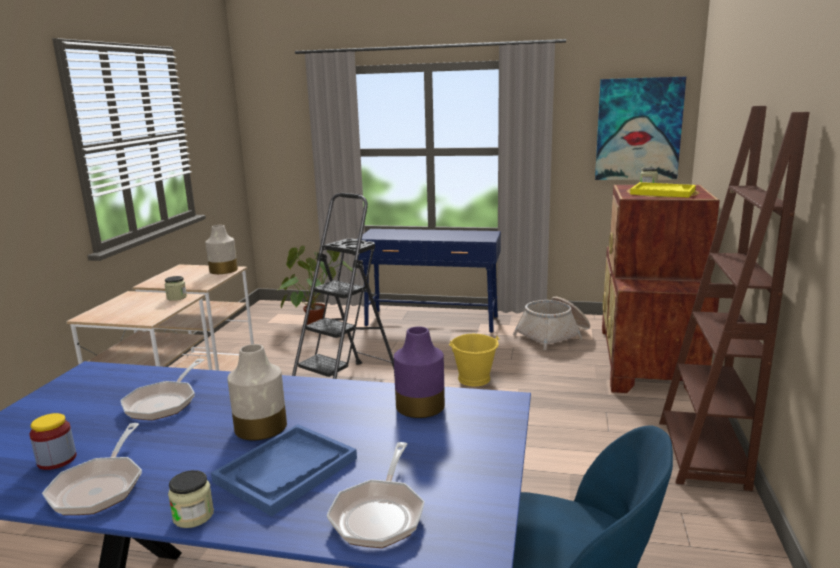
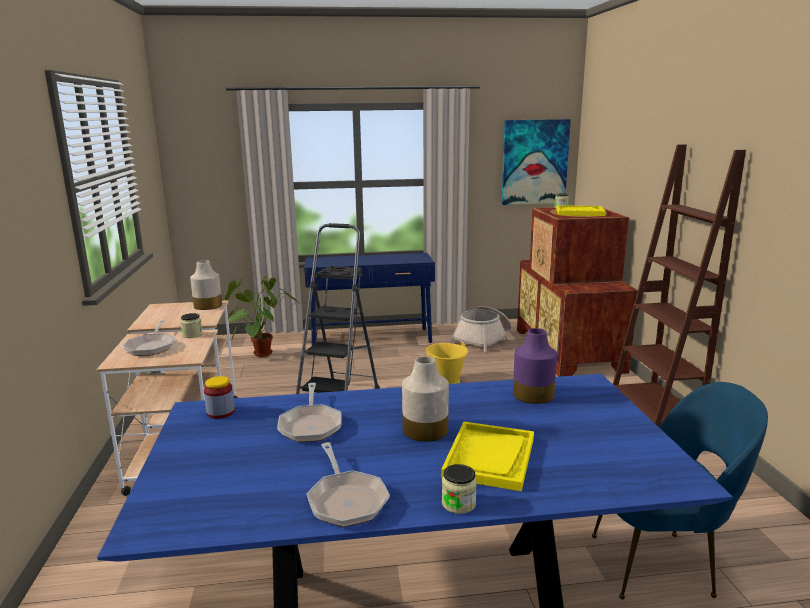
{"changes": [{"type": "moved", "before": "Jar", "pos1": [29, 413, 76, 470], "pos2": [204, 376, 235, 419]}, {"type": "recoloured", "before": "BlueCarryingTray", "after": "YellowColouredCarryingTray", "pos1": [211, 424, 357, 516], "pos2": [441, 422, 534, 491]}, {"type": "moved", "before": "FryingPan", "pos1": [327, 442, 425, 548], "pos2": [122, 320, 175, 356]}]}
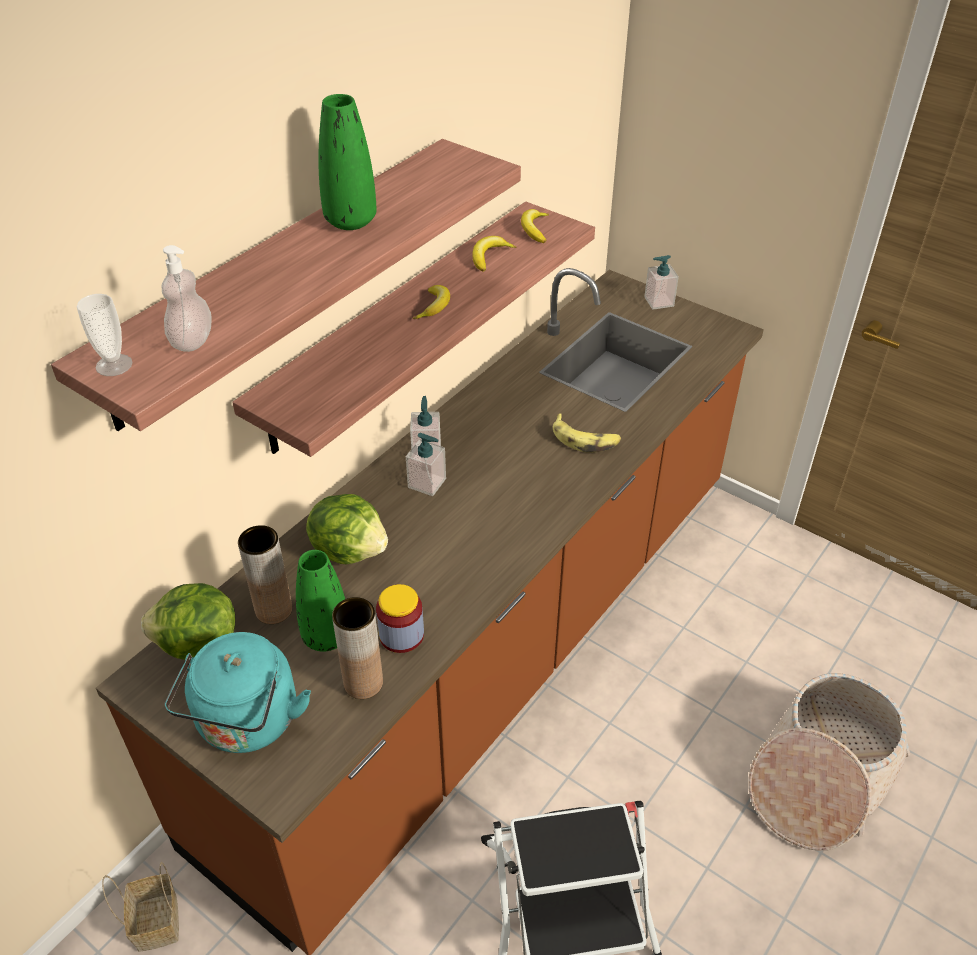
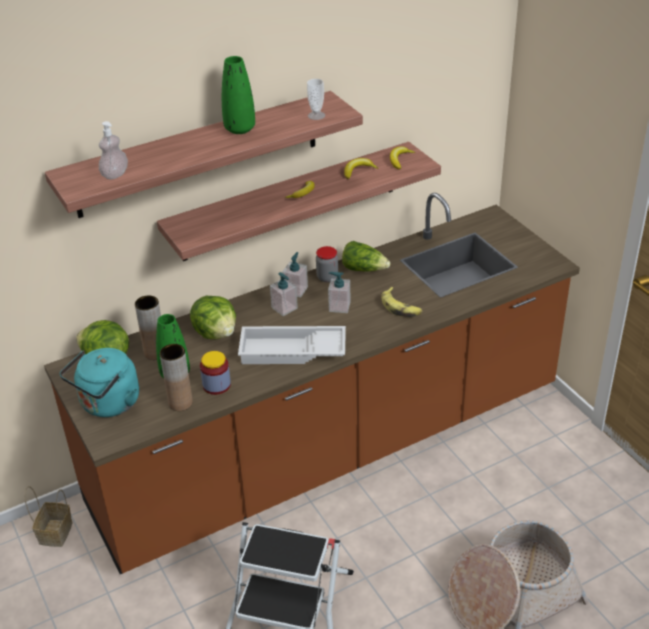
{"changes": [{"type": "moved", "before": "SoapBottle", "pos1": [644, 255, 679, 310], "pos2": [328, 272, 351, 313]}, {"type": "moved", "before": "SmallCup", "pos1": [77, 294, 132, 376], "pos2": [307, 79, 325, 120]}, {"type": "added", "after": "Lettuce", "pos2": [342, 241, 390, 272]}, {"type": "added", "after": "Jar", "pos2": [316, 246, 338, 282]}, {"type": "added", "after": "WhitishCarryingTray", "pos2": [238, 326, 346, 364]}]}
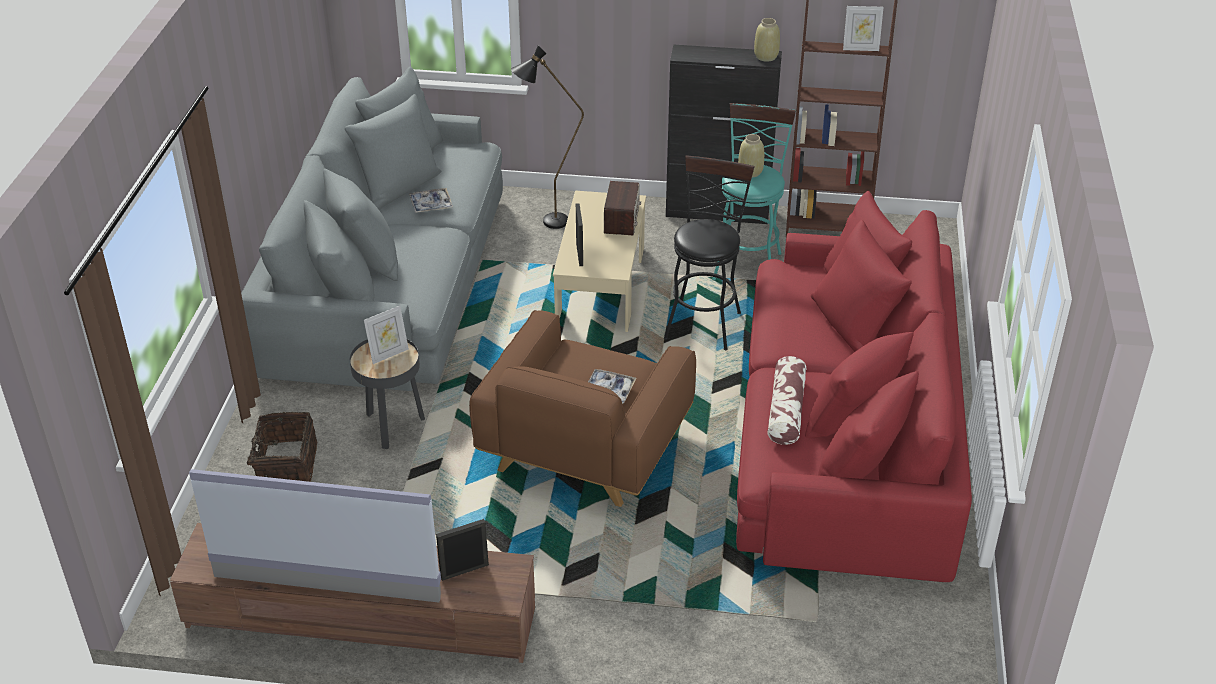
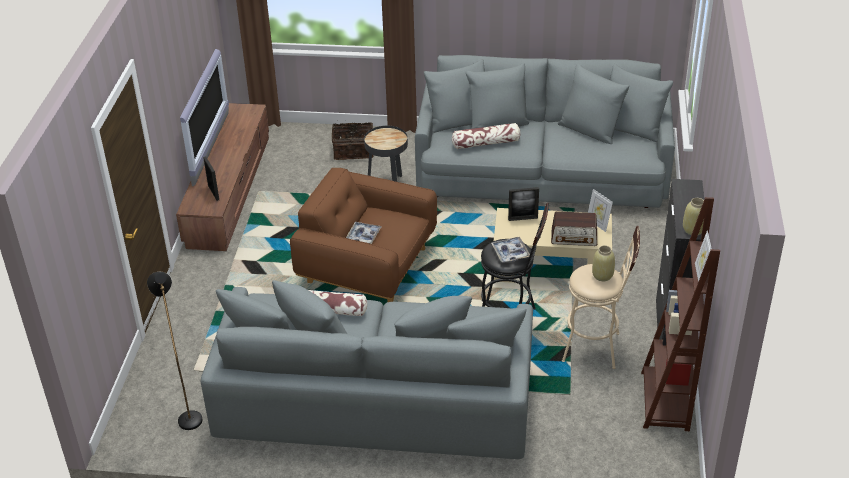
{"changes": [{"type": "moved", "before": "BlackishStandardLamp", "pos1": [511, 46, 584, 229], "pos2": [147, 272, 202, 430]}, {"type": "recoloured", "before": "TurquoiseColouredSittingStool", "after": "SandColouredSittingStool", "pos1": [712, 103, 796, 280], "pos2": [562, 226, 640, 369]}, {"type": "moved", "before": "CarryingTray", "pos1": [409, 188, 453, 213], "pos2": [491, 237, 530, 262]}, {"type": "recoloured", "before": "ReddishSofa", "after": "GreyishSofa", "pos1": [736, 190, 972, 582], "pos2": [201, 280, 533, 459]}, {"type": "moved", "before": "PhotoFrame", "pos1": [364, 306, 409, 364], "pos2": [588, 189, 613, 232]}, {"type": "added", "after": "Pillow", "pos2": [452, 123, 521, 149]}]}
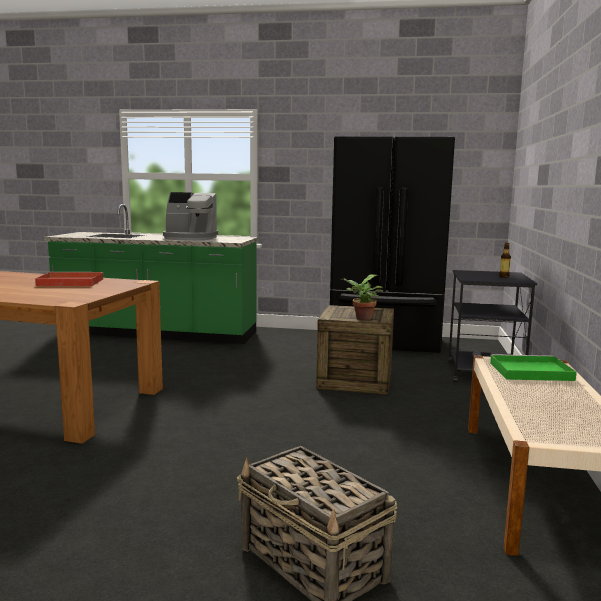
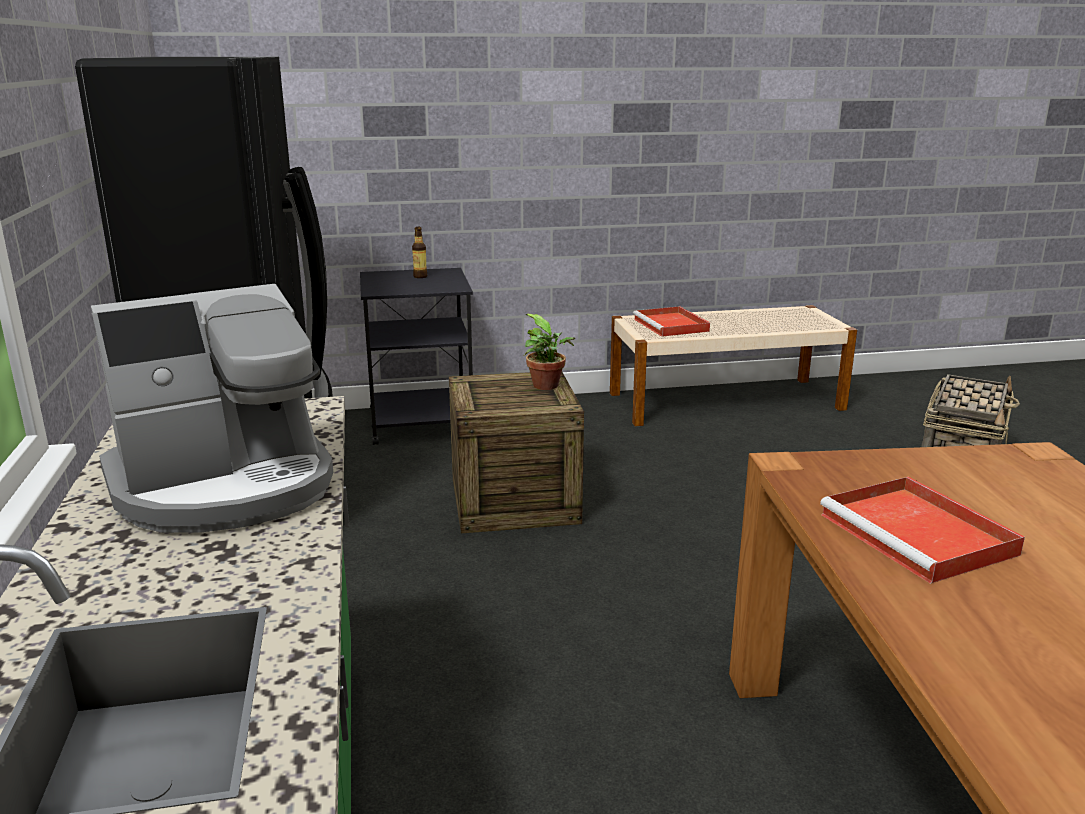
{"changes": [{"type": "turned", "before": "CoffeeMachine", "pos1": [163, 192, 218, 241], "pos2": [91, 284, 333, 533], "turn": 75}, {"type": "recoloured", "before": "GreenCarryingTray", "after": "ReddishCarryingTray", "pos1": [490, 354, 577, 381], "pos2": [633, 306, 710, 337]}]}
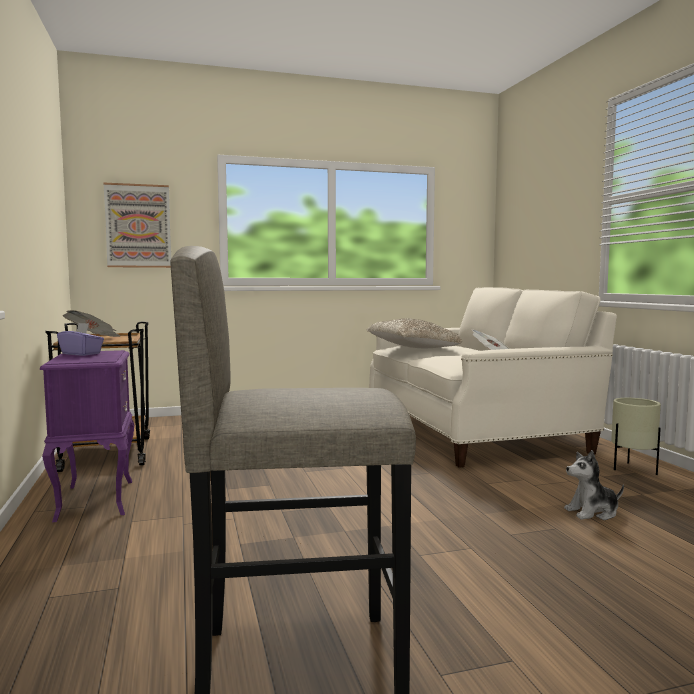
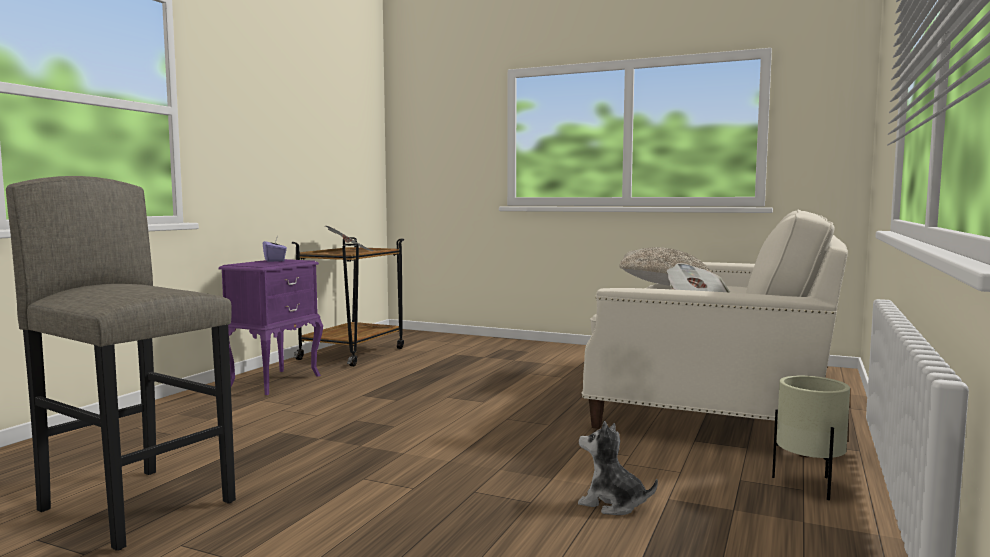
{"changes": [{"type": "removed", "before": "Picture", "pos1": [104, 183, 171, 268]}]}
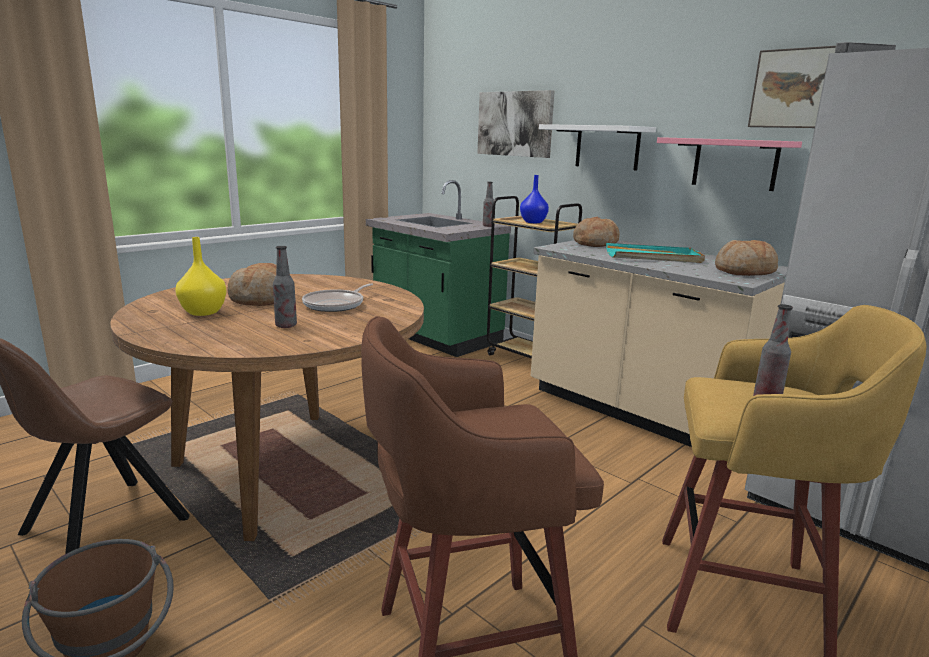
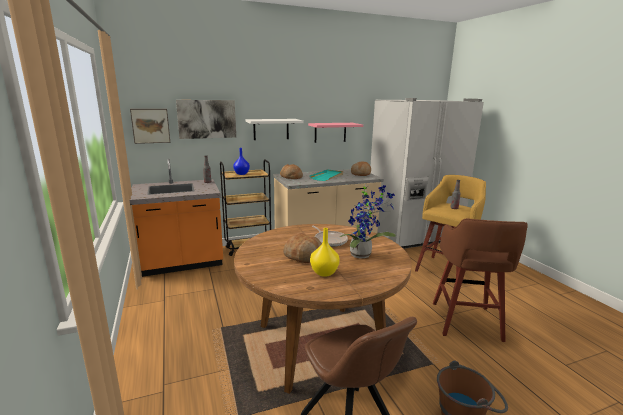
{"changes": [{"type": "moved", "before": "Picture", "pos1": [748, 46, 836, 128], "pos2": [130, 109, 170, 144]}, {"type": "recoloured", "before": "GreenKitchenCounter", "after": "OrangeyKitchenCounter", "pos1": [366, 180, 511, 357], "pos2": [130, 159, 223, 277]}, {"type": "replaced", "before": "DrinkBottle", "after": "PottedPlant", "pos1": [273, 246, 297, 328], "pos2": [339, 185, 396, 258]}]}
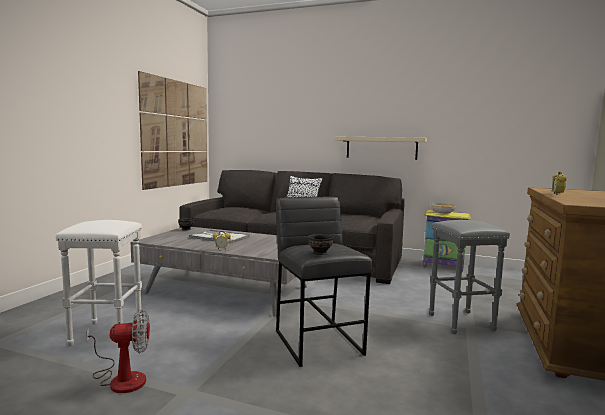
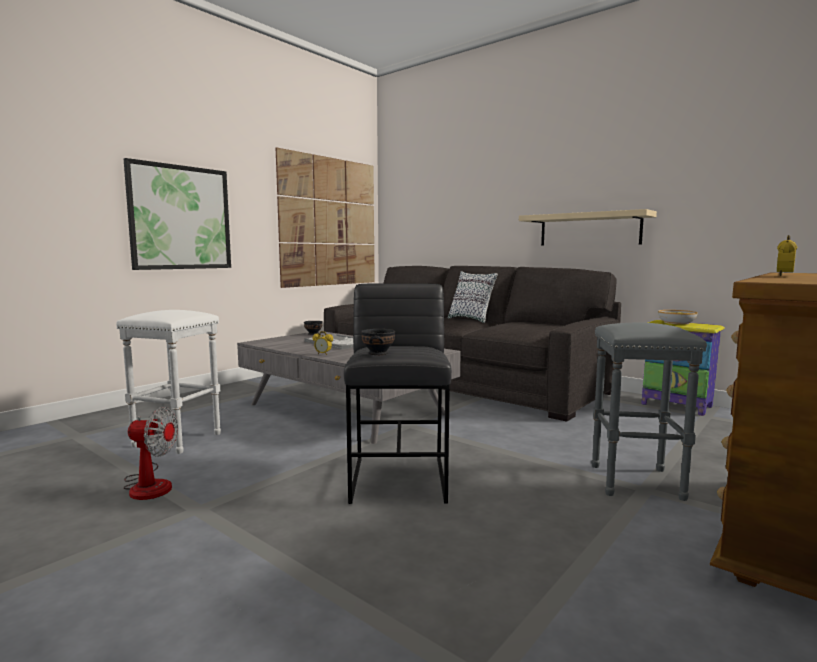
{"changes": [{"type": "added", "after": "Picture", "pos2": [124, 158, 231, 270]}]}
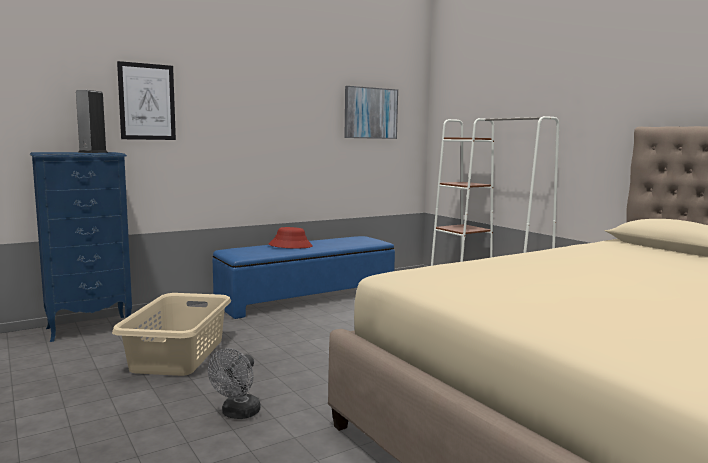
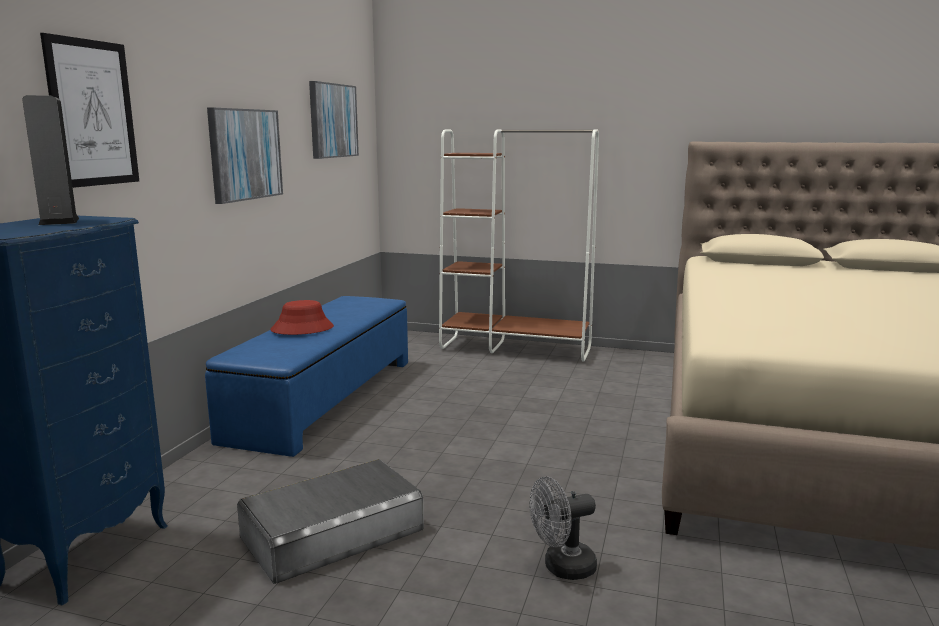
{"changes": [{"type": "replaced", "before": "SandColouredWashingBasket", "after": "GreyishStorageBin", "pos1": [112, 293, 231, 376], "pos2": [237, 459, 424, 584]}, {"type": "turned", "before": "GreyishFan", "pos1": [208, 348, 260, 419], "pos2": [529, 476, 597, 580], "turn": 90}, {"type": "added", "after": "Picture", "pos2": [207, 108, 283, 204]}]}
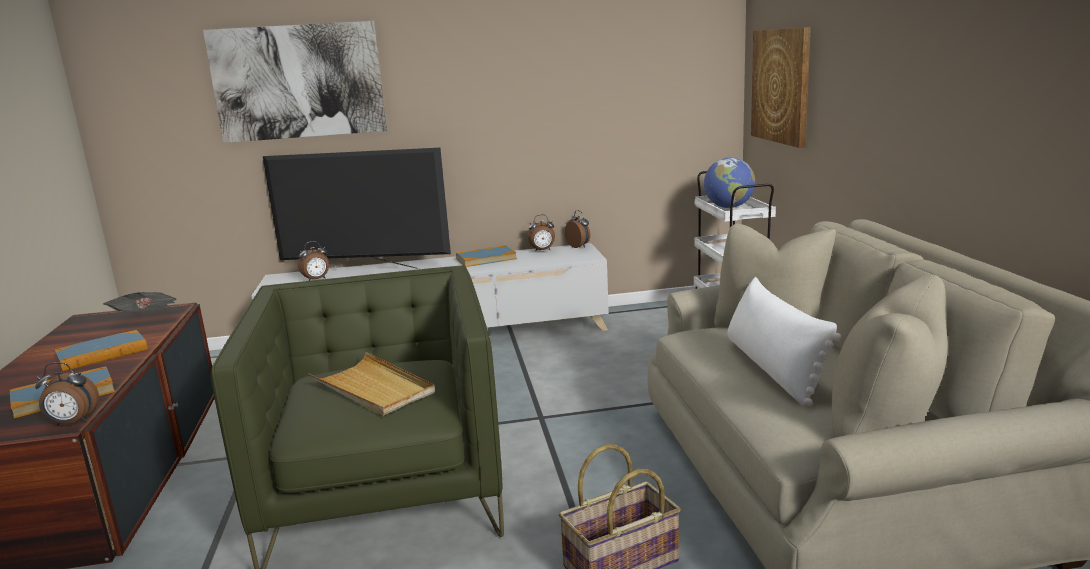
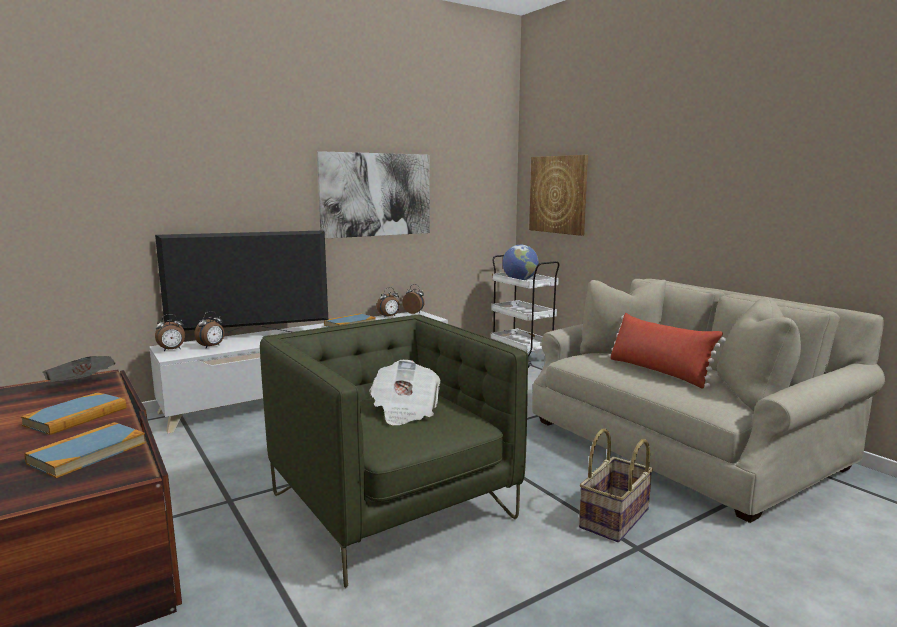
{"changes": [{"type": "moved", "before": "Picture", "pos1": [203, 21, 387, 143], "pos2": [317, 151, 430, 239]}, {"type": "recoloured", "before": "WhitishPillow", "after": "ReddishPillow", "pos1": [727, 277, 841, 406], "pos2": [608, 313, 726, 389]}, {"type": "replaced", "before": "SandColouredCarryingTray", "after": "Newspaper", "pos1": [309, 352, 435, 416], "pos2": [369, 360, 441, 425]}, {"type": "moved", "before": "TableClock", "pos1": [35, 362, 99, 425], "pos2": [155, 314, 185, 352]}]}
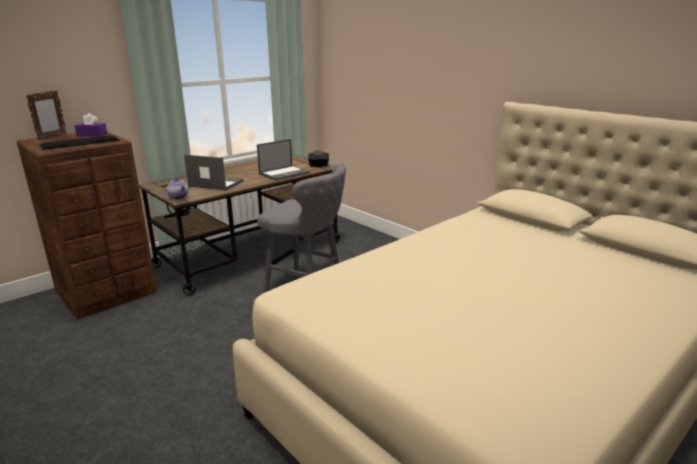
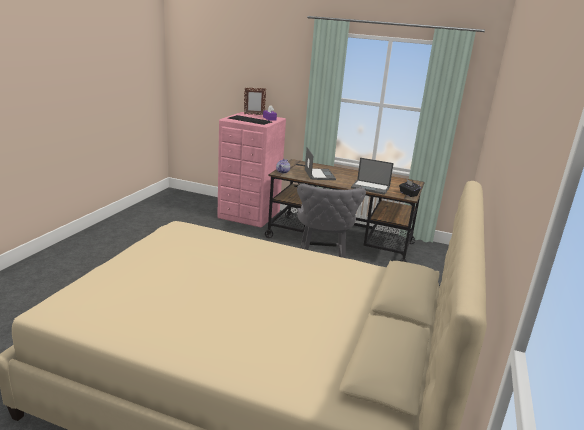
{"changes": [{"type": "recoloured", "before": "BrownishChestOfDrawers", "after": "PinkChestOfDrawers", "pos1": [17, 132, 157, 319], "pos2": [217, 112, 286, 228]}]}
